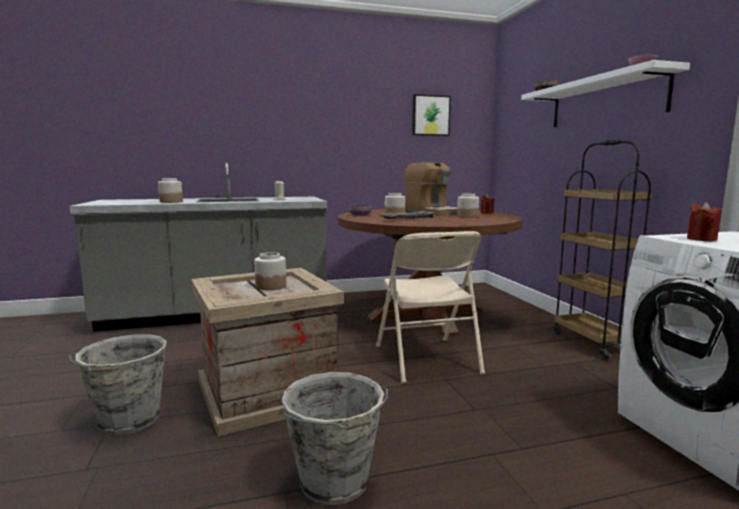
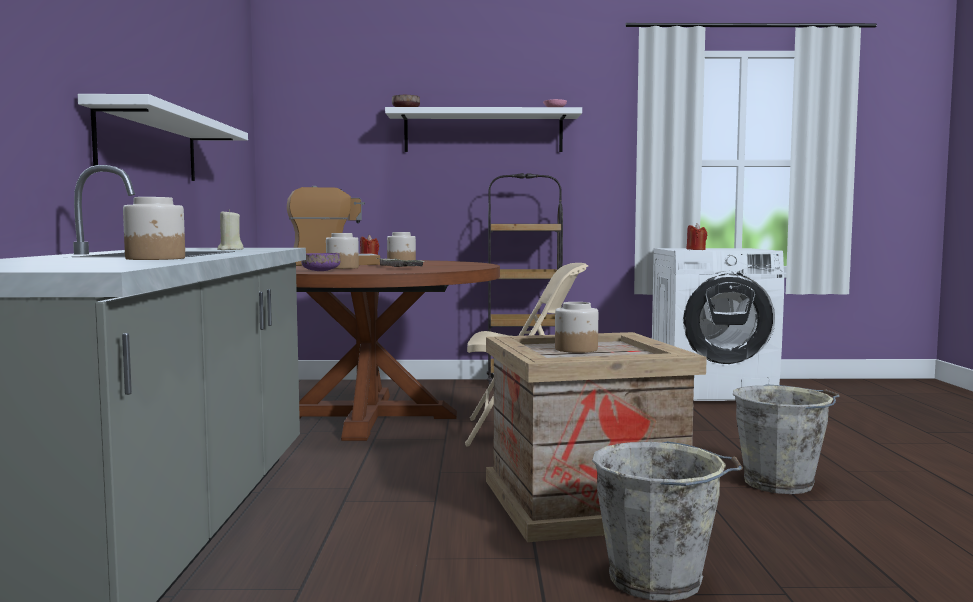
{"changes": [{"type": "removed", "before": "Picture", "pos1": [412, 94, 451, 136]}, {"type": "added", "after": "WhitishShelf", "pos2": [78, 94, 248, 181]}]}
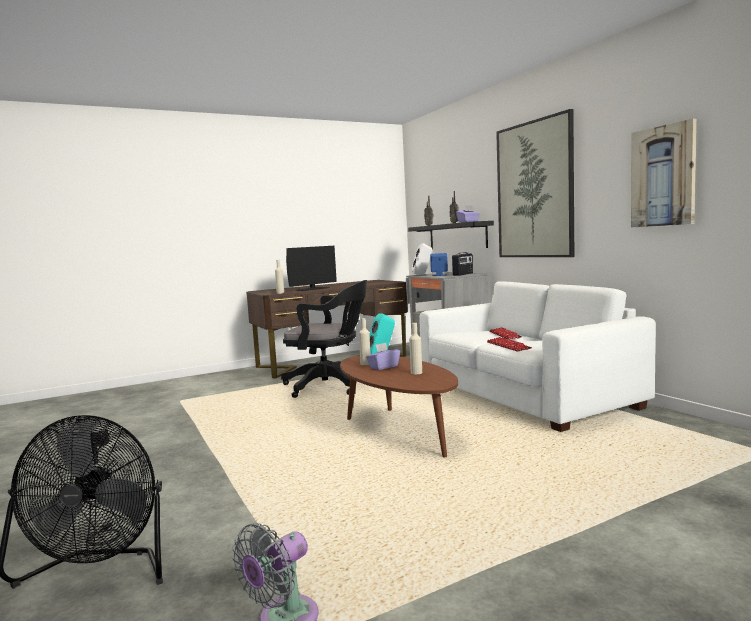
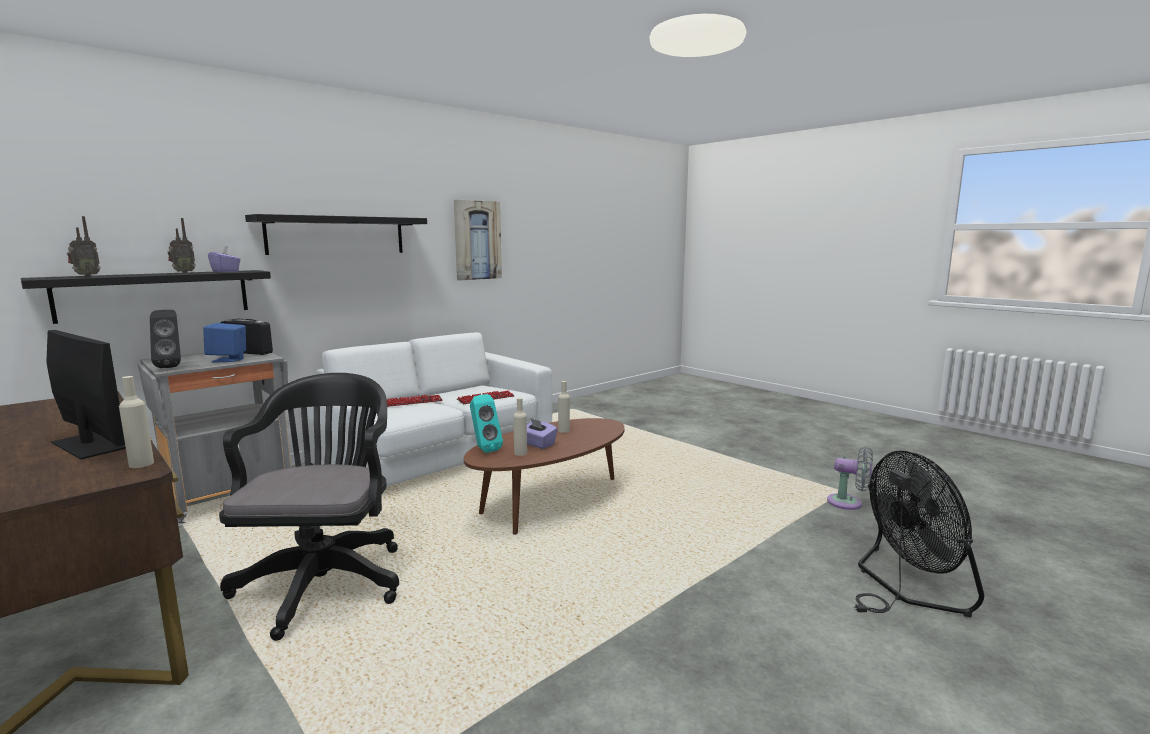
{"changes": [{"type": "replaced", "before": "Picture", "after": "BlackishShelf", "pos1": [496, 109, 574, 257], "pos2": [245, 214, 427, 255]}, {"type": "recoloured", "before": "WhitishSpeaker", "after": "BlackishSpeaker", "pos1": [411, 243, 432, 275], "pos2": [150, 310, 181, 368]}]}
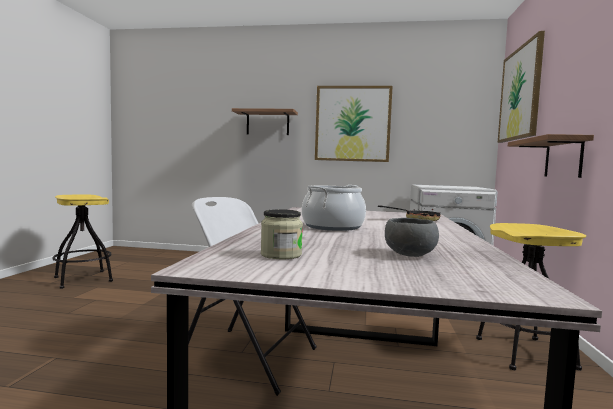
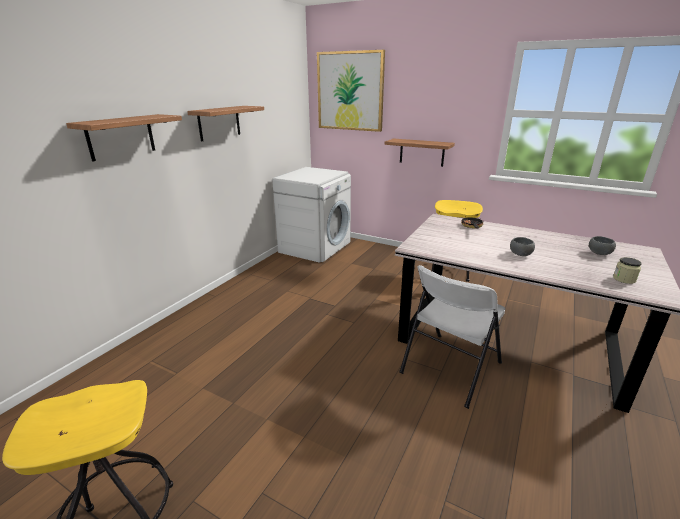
{"changes": [{"type": "replaced", "before": "Picture", "after": "Shelf", "pos1": [315, 86, 393, 162], "pos2": [187, 106, 264, 141]}, {"type": "replaced", "before": "Stockpot", "after": "GreyishBowl", "pos1": [302, 185, 366, 231], "pos2": [510, 237, 535, 256]}]}
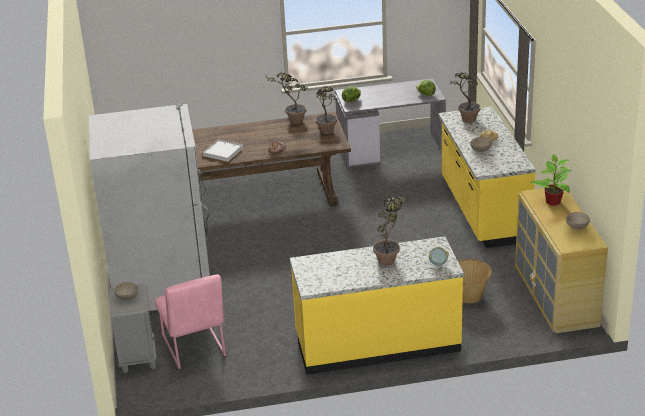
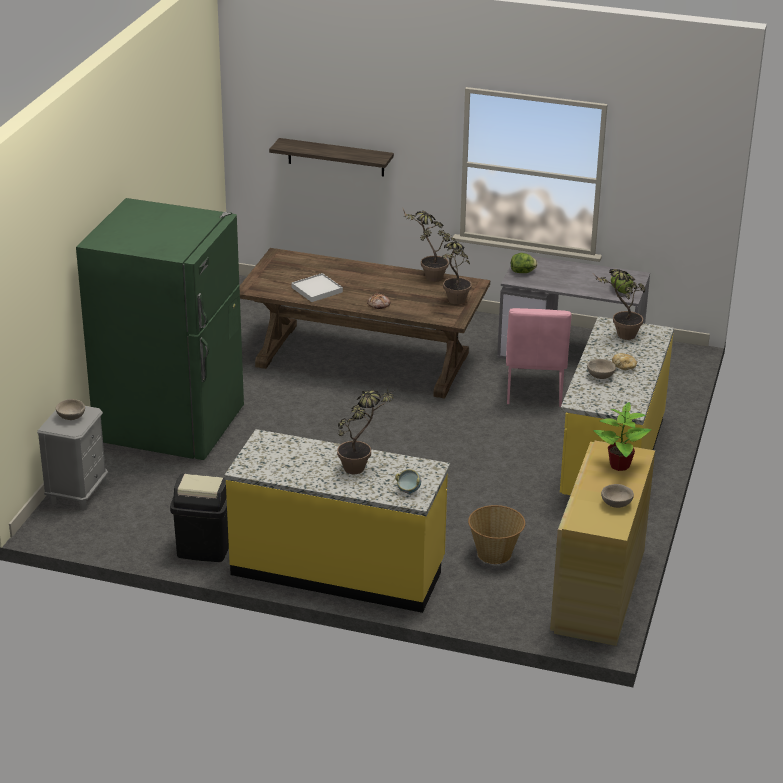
{"changes": [{"type": "recoloured", "before": "WhitishRefrigerator", "after": "GreenRefrigerator", "pos1": [89, 104, 210, 311], "pos2": [76, 198, 244, 460]}, {"type": "moved", "before": "PinkUprightChair", "pos1": [155, 275, 226, 369], "pos2": [506, 308, 571, 407]}, {"type": "added", "after": "Shelf", "pos2": [269, 138, 394, 176]}, {"type": "added", "after": "BlackishWasteBin", "pos2": [170, 473, 229, 562]}]}
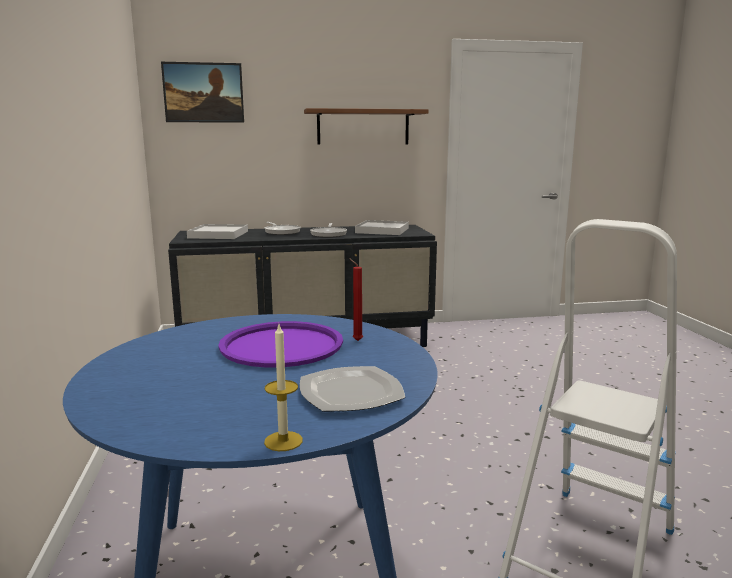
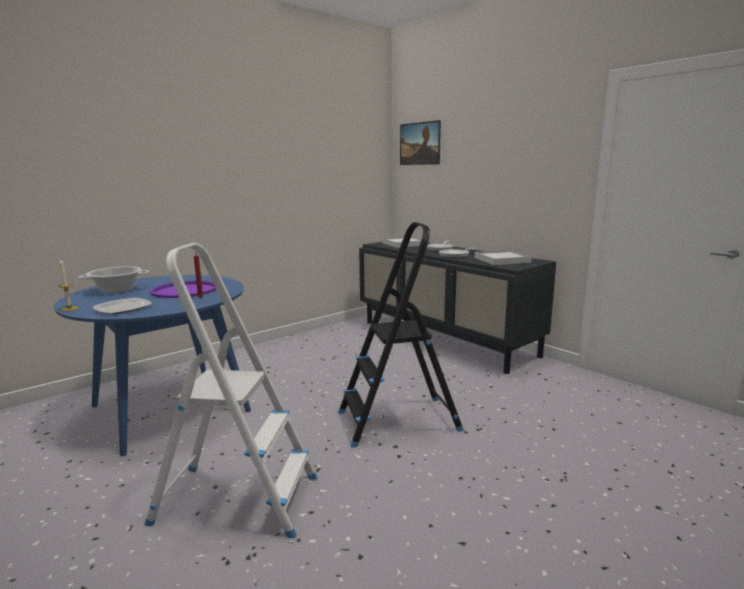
{"changes": [{"type": "removed", "before": "BrownishShelf", "pos1": [304, 108, 429, 145]}, {"type": "added", "after": "BlackishStepStool", "pos2": [338, 222, 464, 447]}, {"type": "added", "after": "Stockpot", "pos2": [78, 266, 150, 294]}]}
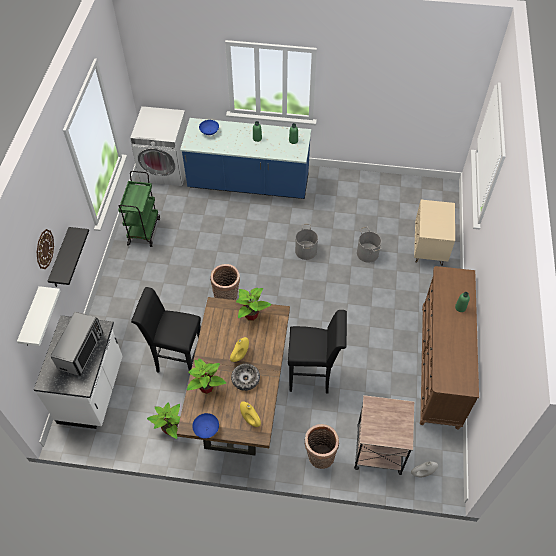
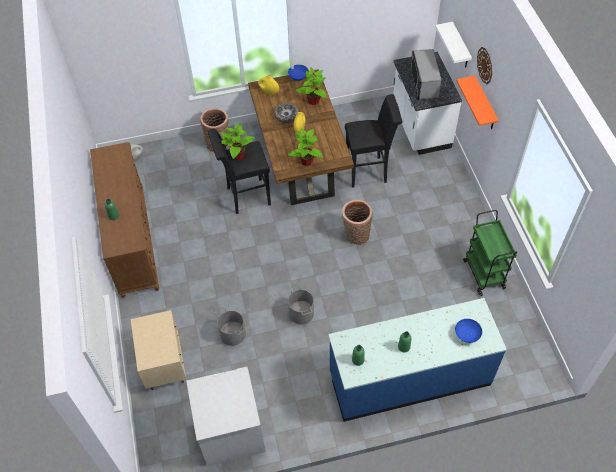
{"changes": [{"type": "moved", "before": "WhitishWashingMachine", "pos1": [130, 106, 186, 186], "pos2": [186, 367, 265, 466]}, {"type": "recoloured", "before": "BlackishShelf", "after": "OrangeyShelf", "pos1": [48, 227, 89, 287], "pos2": [456, 76, 499, 129]}, {"type": "removed", "before": "BrownishWheeledCart", "pos1": [354, 395, 414, 475]}, {"type": "moved", "before": "PottedPlant", "pos1": [147, 402, 180, 439], "pos2": [220, 123, 255, 160]}]}
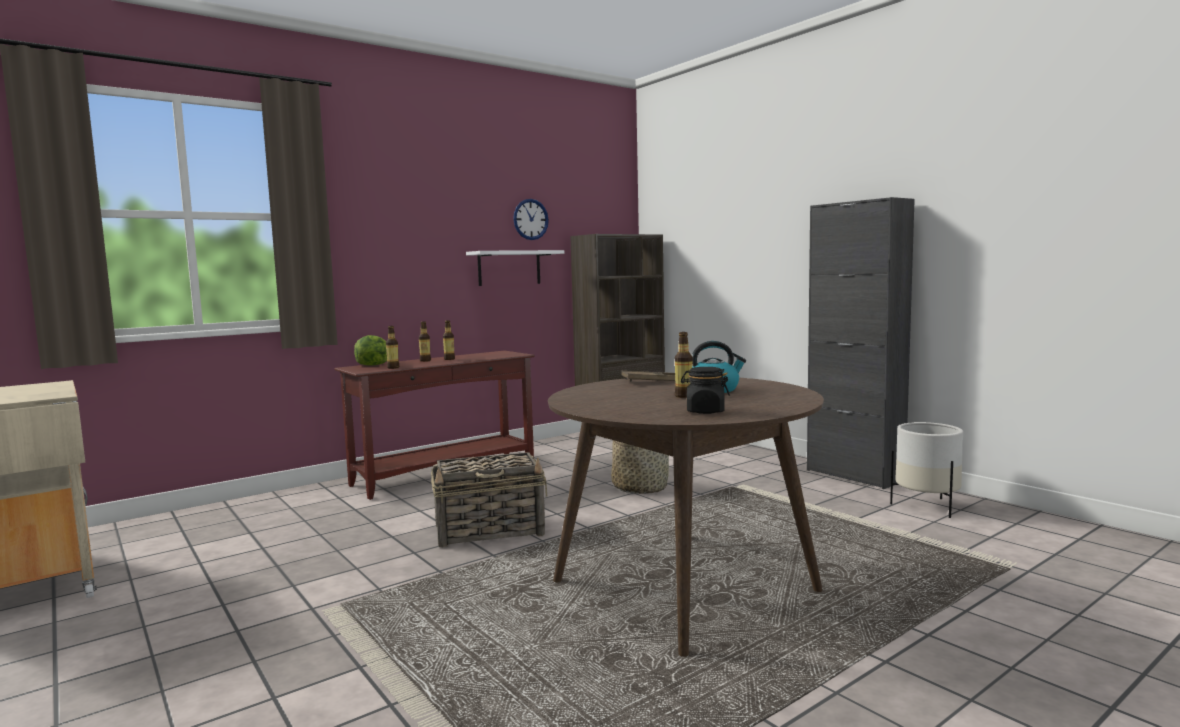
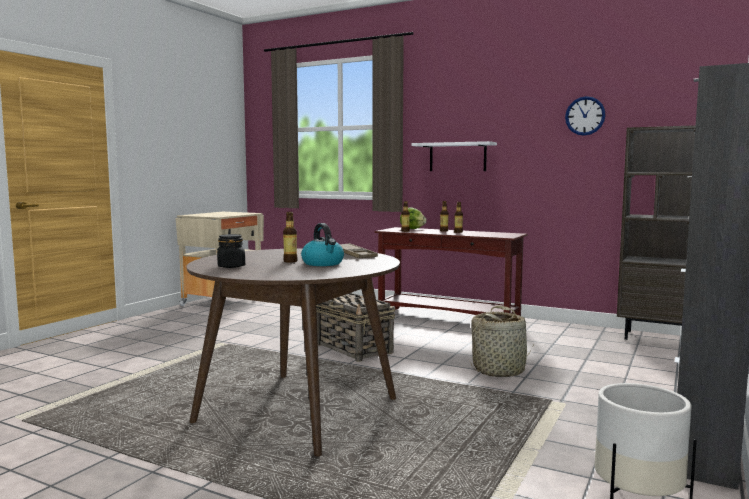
{"changes": [{"type": "moved", "before": "WhitishShelf", "pos1": [466, 250, 565, 286], "pos2": [412, 141, 497, 171]}]}
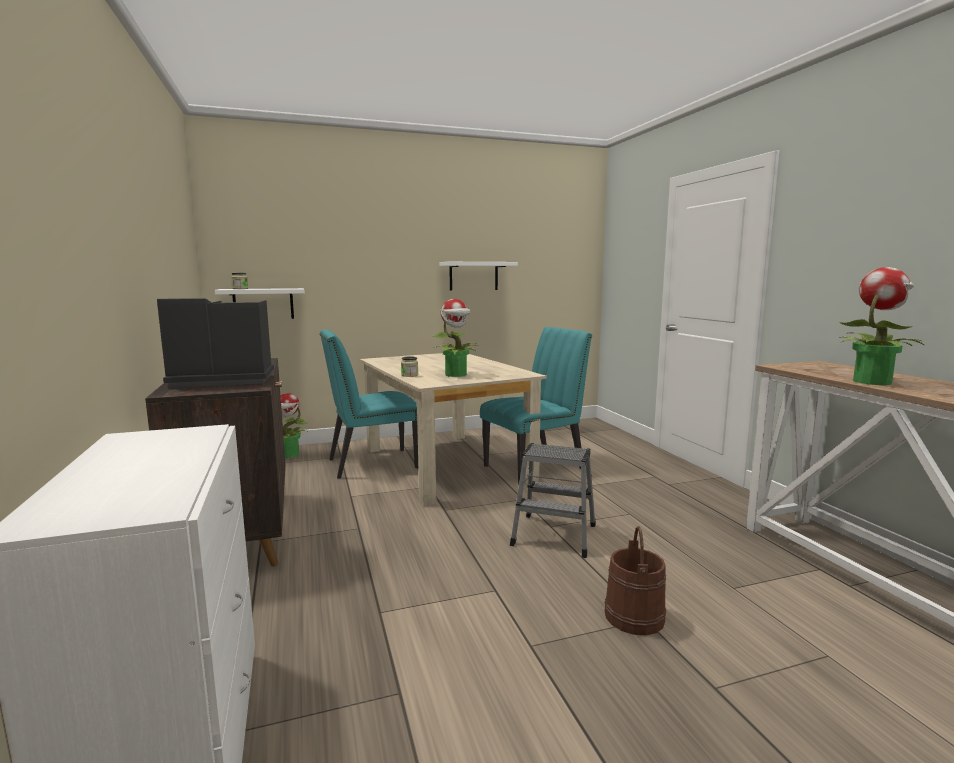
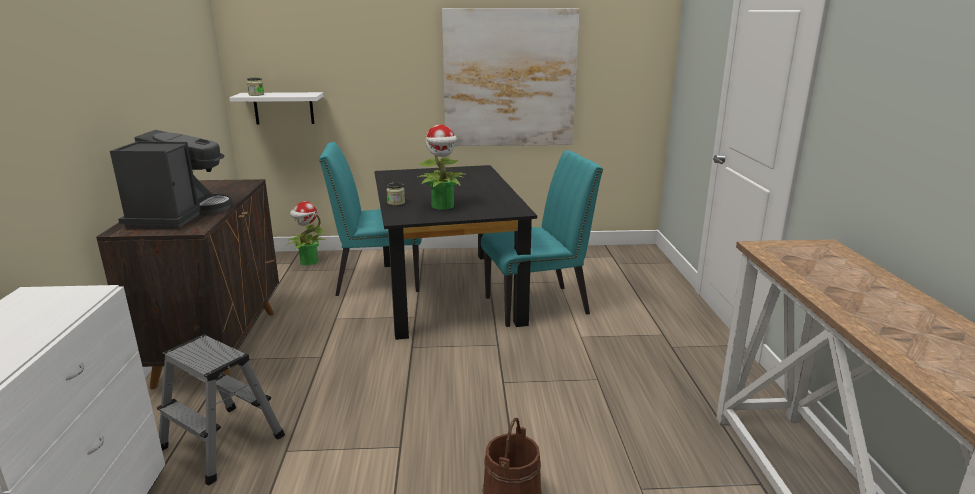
{"changes": [{"type": "replaced", "before": "WhitishShelf", "after": "Picture", "pos1": [439, 262, 518, 291], "pos2": [442, 8, 579, 146]}, {"type": "removed", "before": "PottedPlant", "pos1": [839, 267, 925, 385]}, {"type": "turned", "before": "CoffeeMachine", "pos1": [157, 298, 274, 388], "pos2": [110, 130, 232, 228], "turn": 90}, {"type": "recoloured", "before": "SandColouredKitchenTable", "after": "BlackishKitchenTable", "pos1": [360, 353, 547, 506], "pos2": [374, 165, 537, 340]}, {"type": "moved", "before": "GreyishStepStool", "pos1": [510, 443, 596, 558], "pos2": [157, 334, 285, 485]}]}
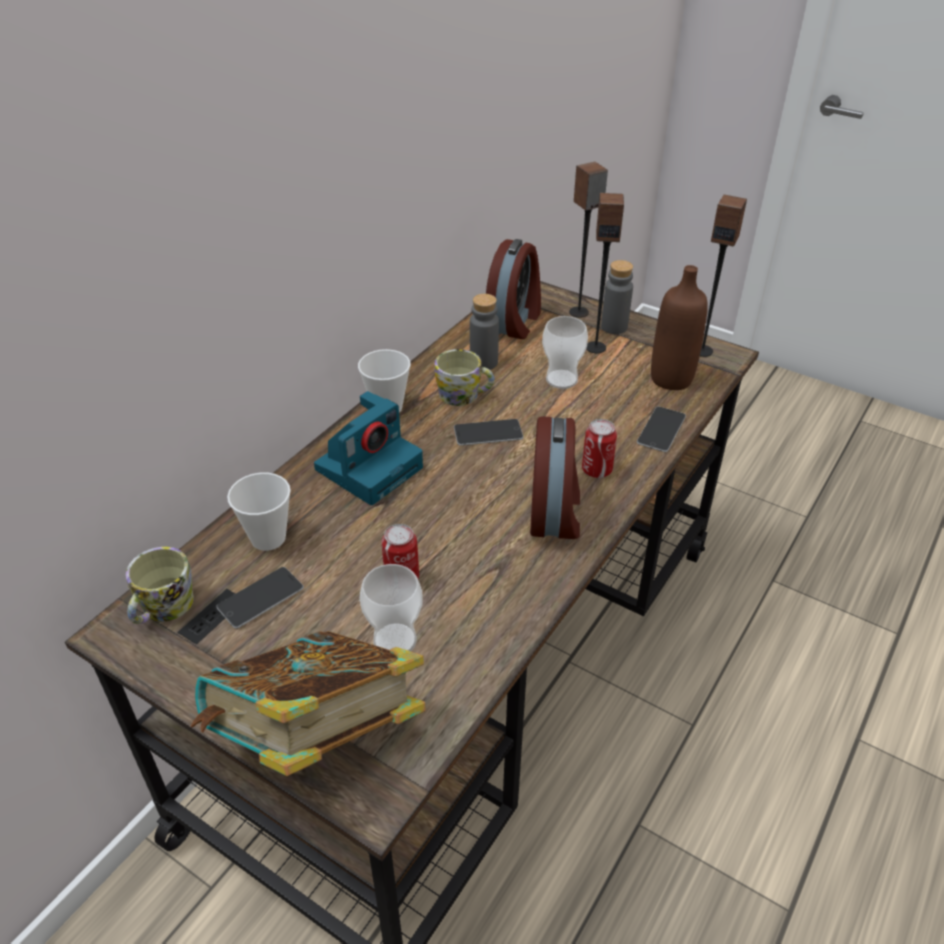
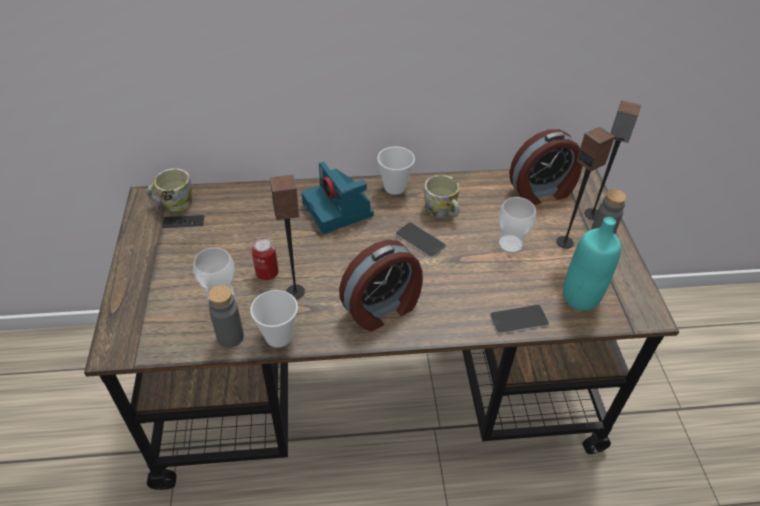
{"changes": [{"type": "moved", "before": "Speaker", "pos1": [700, 194, 747, 357], "pos2": [270, 175, 305, 299]}, {"type": "recoloured", "before": "BrownishDrinkBottle", "after": "TurquoiseColouredDrinkBottle", "pos1": [651, 265, 708, 390], "pos2": [563, 217, 621, 311]}, {"type": "moved", "before": "GreyishDrinkBottle", "pos1": [470, 294, 499, 370], "pos2": [208, 285, 244, 348]}, {"type": "turned", "before": "StillCamera", "pos1": [314, 391, 423, 505], "pos2": [301, 162, 374, 234], "turn": 60}, {"type": "removed", "before": "Can", "pos1": [582, 419, 617, 478]}, {"type": "moved", "before": "SmallCup", "pos1": [227, 473, 291, 551], "pos2": [250, 290, 298, 348]}, {"type": "removed", "before": "Handset", "pos1": [217, 567, 304, 629]}, {"type": "removed", "before": "Book", "pos1": [190, 631, 425, 776]}]}
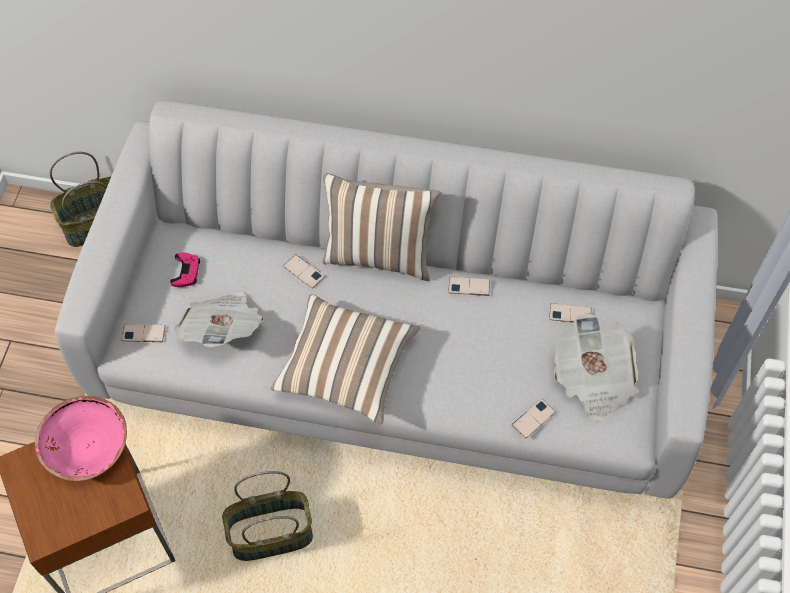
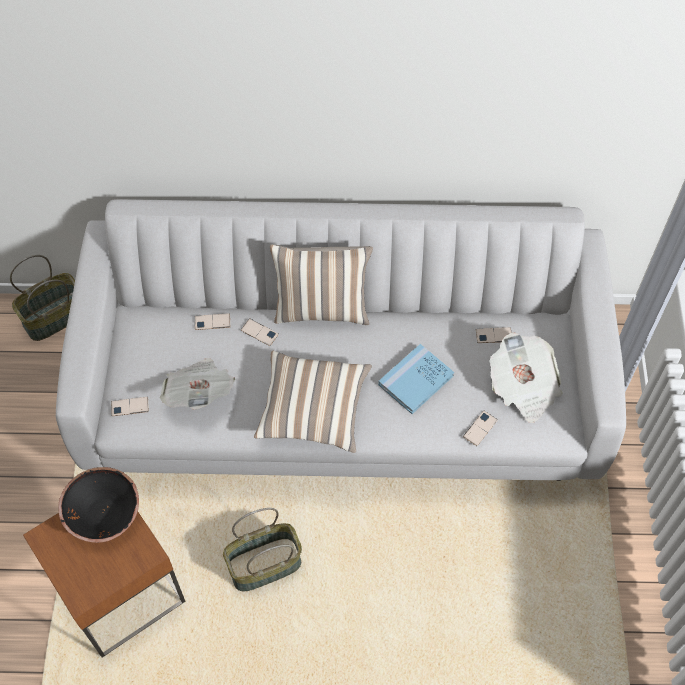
{"changes": [{"type": "removed", "before": "PinkGamepad", "pos1": [170, 253, 200, 287]}, {"type": "moved", "before": "Handset", "pos1": [448, 277, 490, 296], "pos2": [195, 313, 230, 330]}, {"type": "recoloured", "before": "PinkBowl", "after": "BlackishBowl", "pos1": [35, 396, 127, 481], "pos2": [58, 467, 139, 543]}, {"type": "added", "after": "BlueBook", "pos2": [378, 344, 454, 414]}]}
